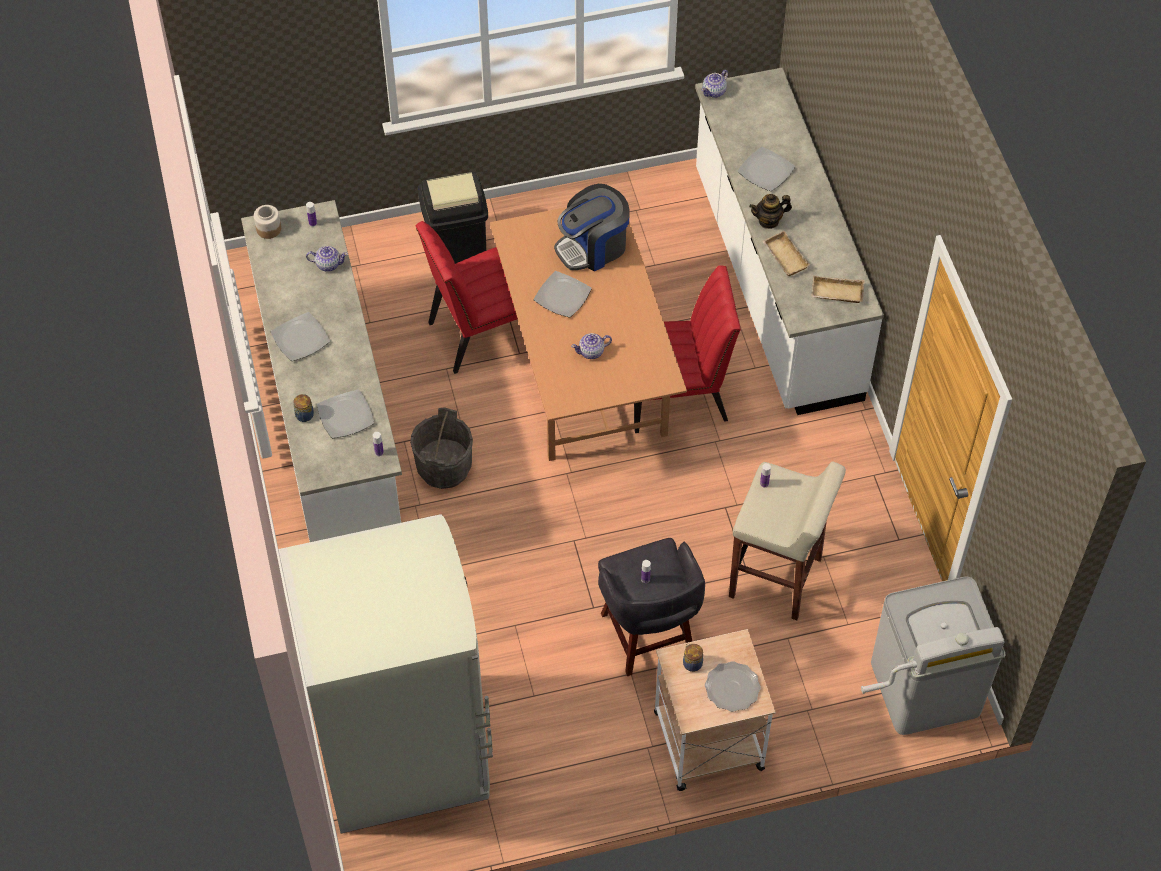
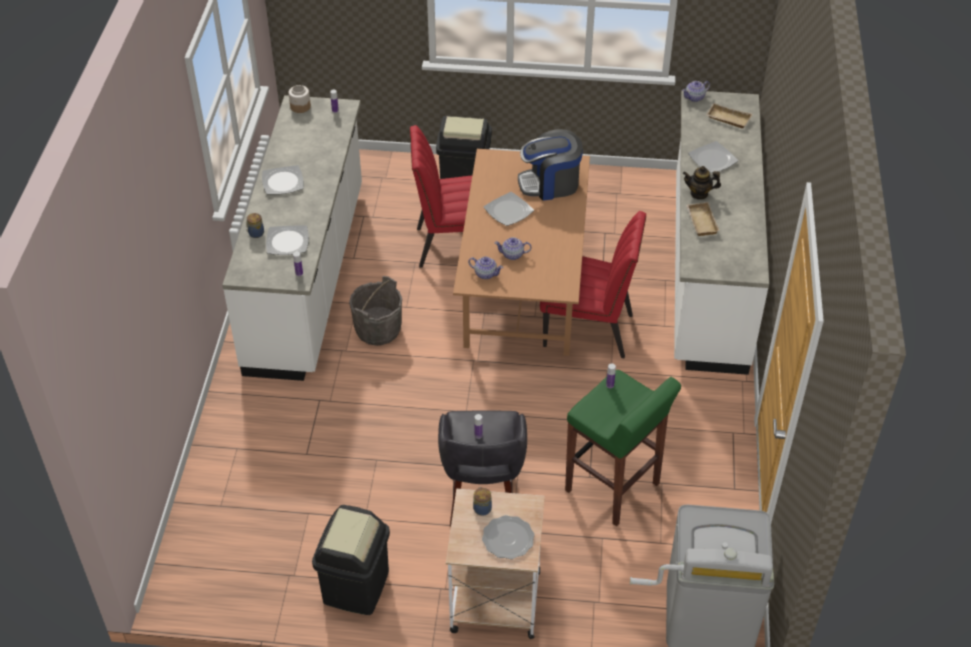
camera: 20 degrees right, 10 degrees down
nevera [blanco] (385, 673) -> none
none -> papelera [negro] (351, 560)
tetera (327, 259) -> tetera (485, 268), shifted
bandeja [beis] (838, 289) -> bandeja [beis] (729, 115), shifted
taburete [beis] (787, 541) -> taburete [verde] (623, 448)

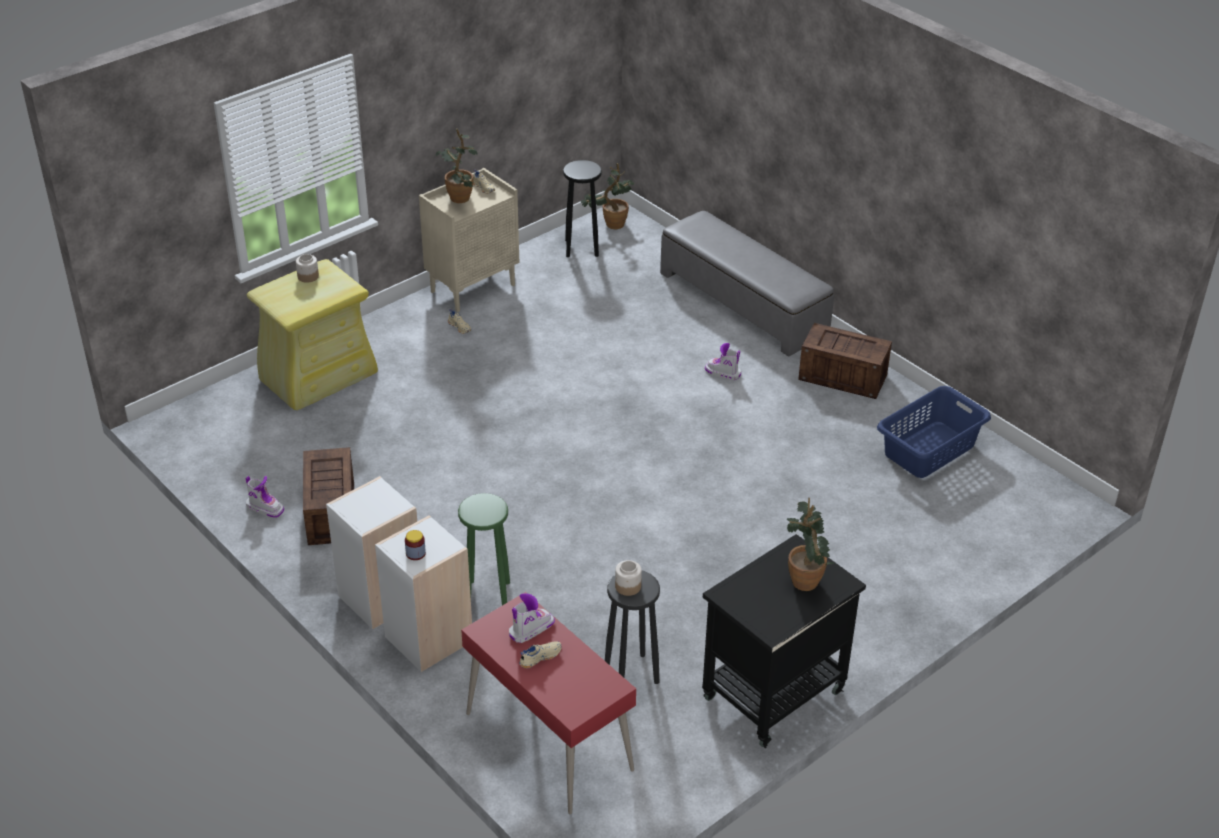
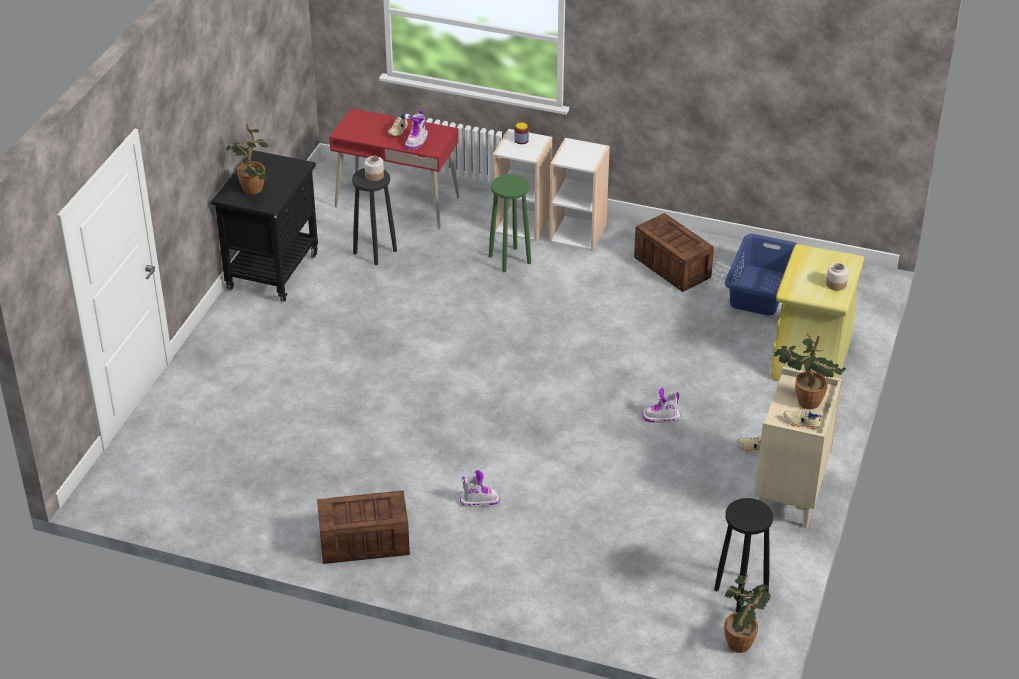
camera: 150 degrees right, 0 degrees up
banco [gris] (747, 283) -> none
bota (265, 497) -> bota (661, 405), shifted
cesto de la ropa [azul] (934, 432) -> cesto de la ropa [azul] (761, 275), shifted

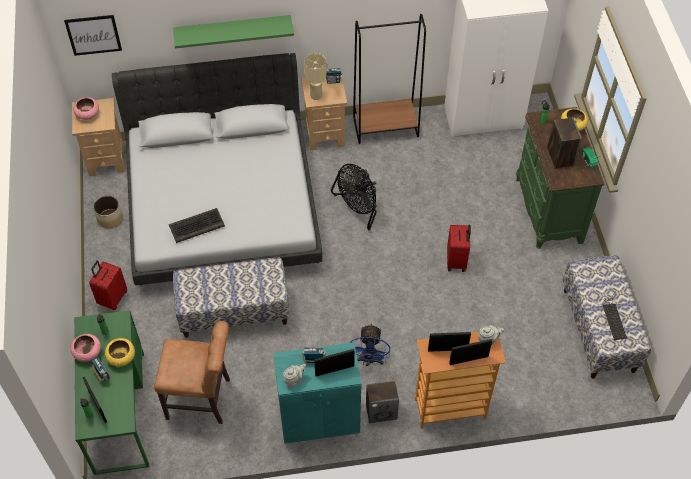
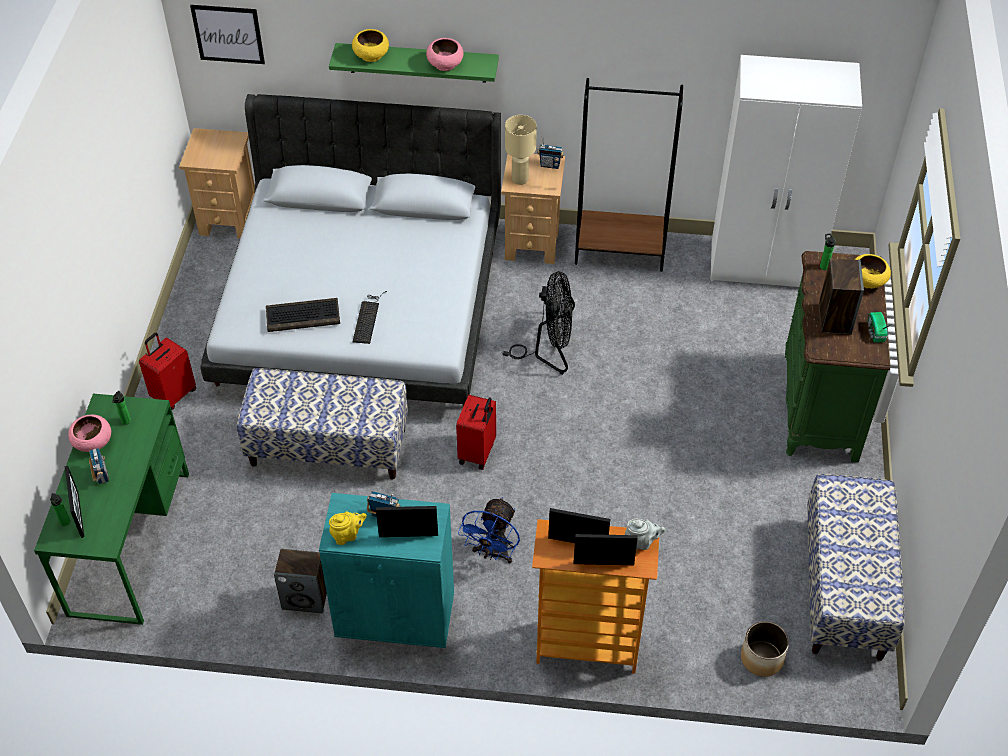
camera: 15 degrees right, 5 degrees down
silla [marrón] (192, 372) -> none
cuenco [rosa] (86, 108) -> cuenco [rosa] (445, 54), shifted
maceta (108, 212) -> maceta (765, 649), shifted
cuenco [amarillo] (120, 352) -> cuenco [amarillo] (370, 45), shifted
altavoz (382, 402) -> altavoz (300, 581), shifted
maleta [rojo] (459, 248) -> maleta [rojo] (476, 432), shifted
teclado (615, 316) -> teclado (370, 317), shifted
tetera [gris] (294, 376) -> tetera [amarillo] (348, 528)
ventilador [negro] (354, 197) -> ventilador [negro] (539, 323), 150 degrees counterclockwise

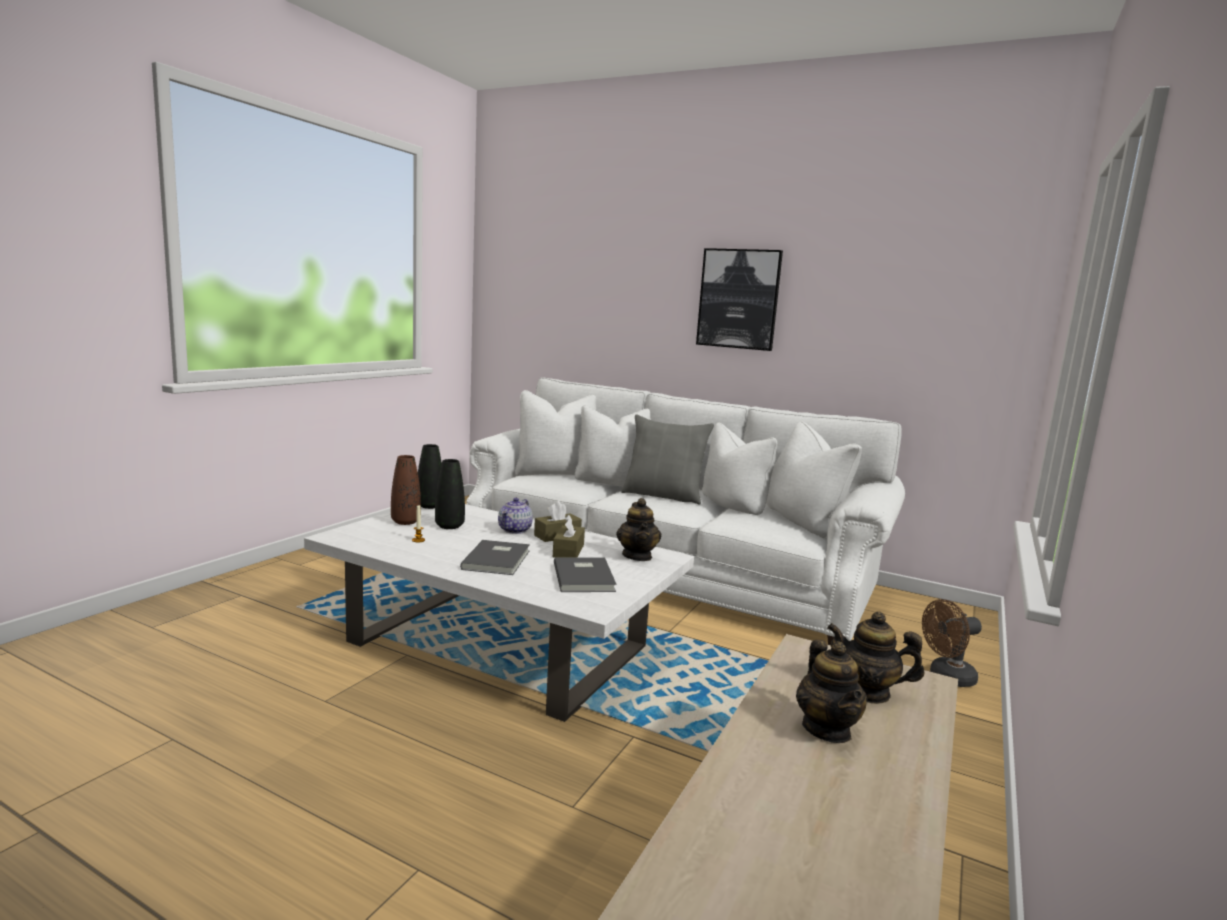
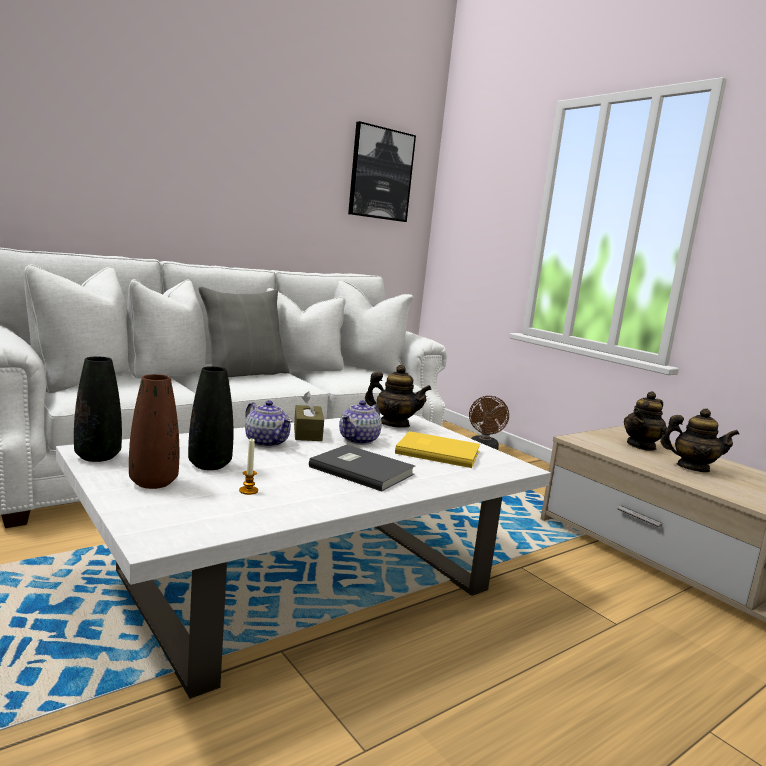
camera: 65 degrees left, 0 degrees up
cuadro (739, 299) -> cuadro (382, 171), shifted
caja de pañuelos [marrón] (569, 536) -> tetera (360, 422)
libro [gris] (585, 574) -> libro [amarillo] (437, 449)

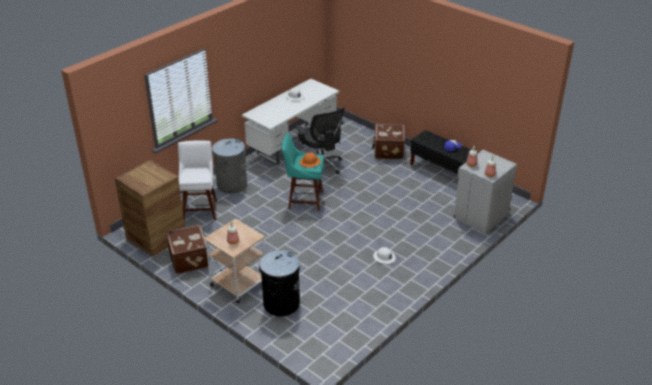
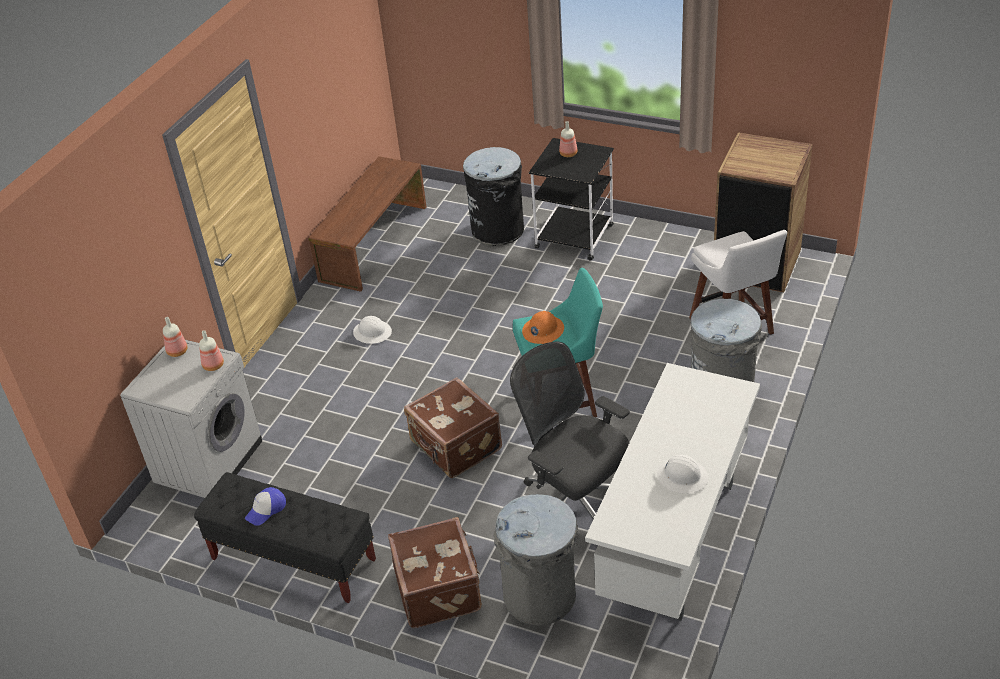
camera: 165 degrees right, 5 degrees up
none -> banco [marrón] (367, 224)
none -> papelera [gris] (536, 559)
maleta [marrón] (187, 249) -> maleta [marrón] (453, 427), shifted
carrito [beis] (234, 261) -> carrito [negro] (571, 199)

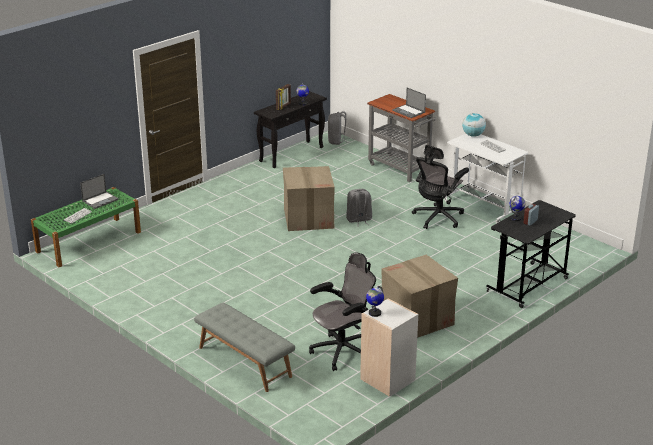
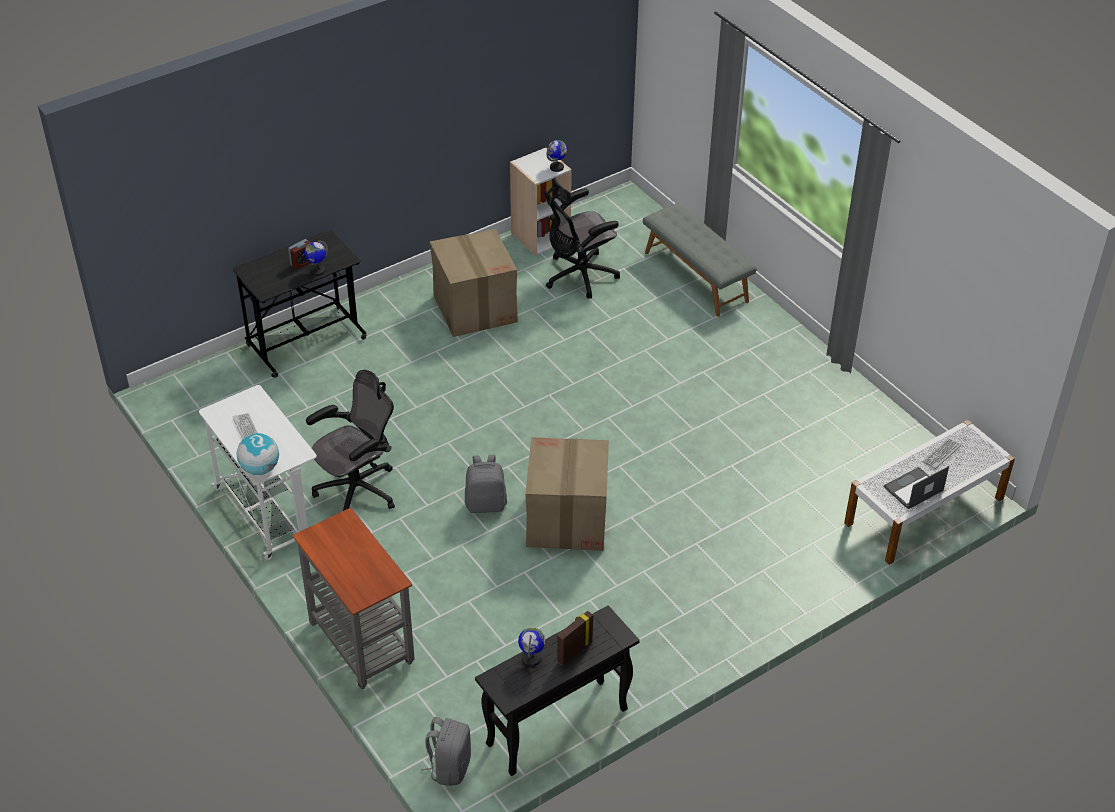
camera: 170 degrees left, 15 degrees up
portátil (409, 103) -> none
banco [verde] (86, 227) -> banco [blanco] (929, 492)

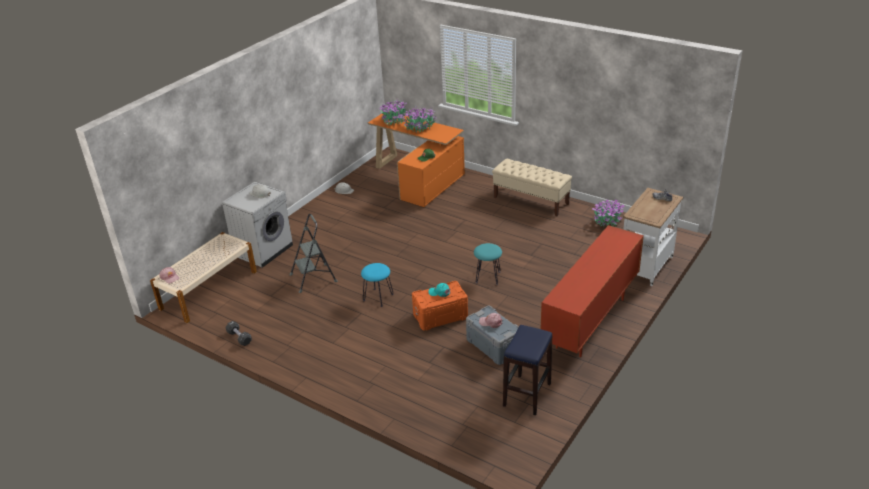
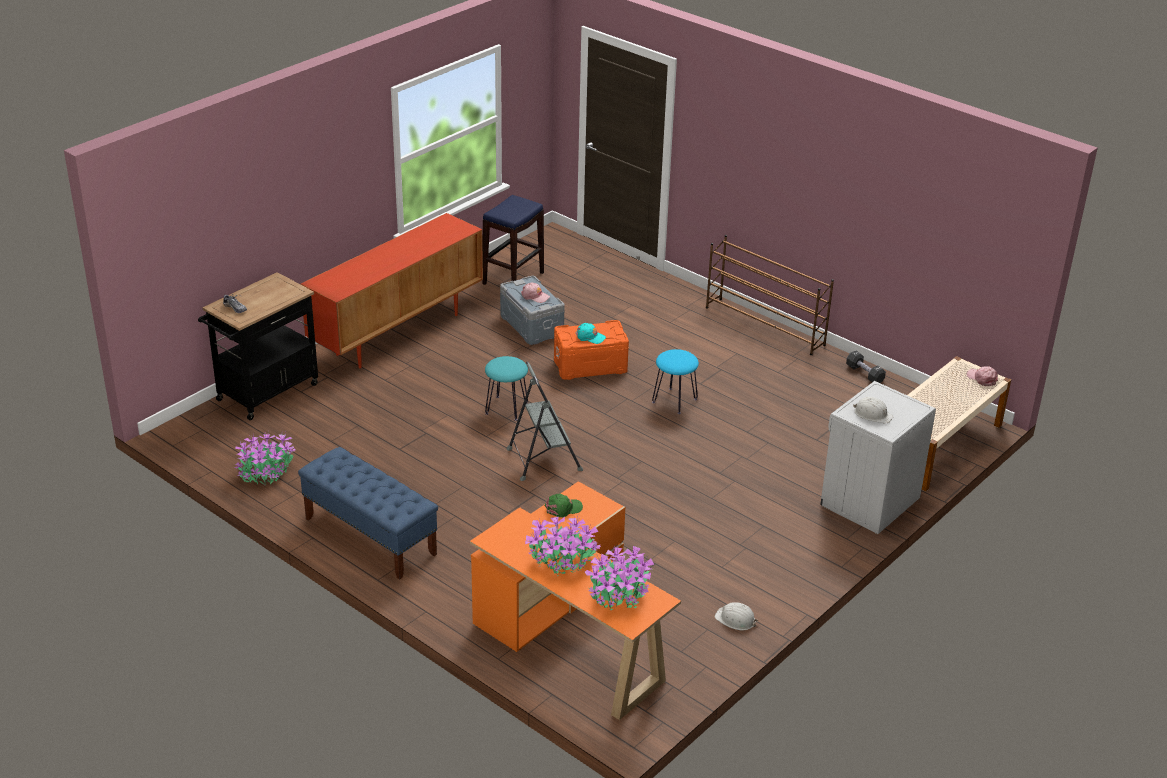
camera: 175 degrees left, 0 degrees up
none -> zapatero [marrón] (770, 295)
escalera de tijera [gris] (313, 253) -> escalera de tijera [gris] (544, 421), shifted
banco [beis] (532, 187) -> banco [azul] (368, 513)
carrito [blanco] (653, 237) -> carrito [negro] (258, 346)

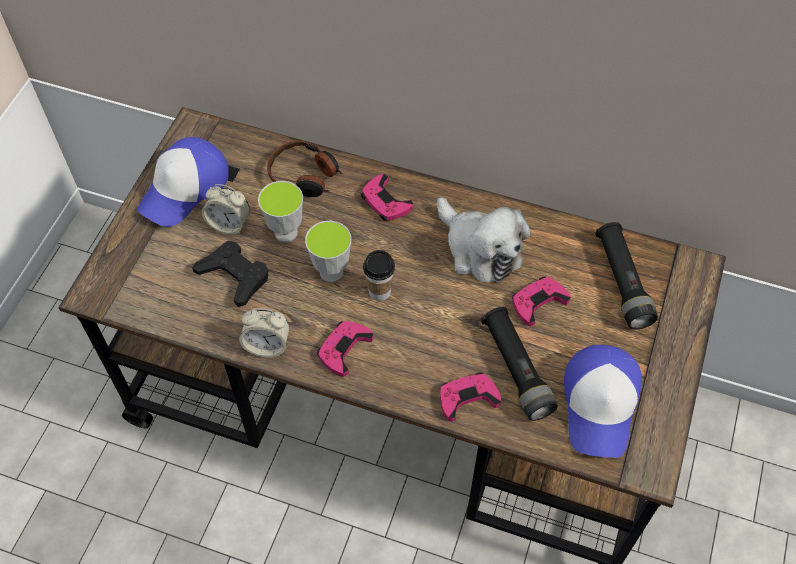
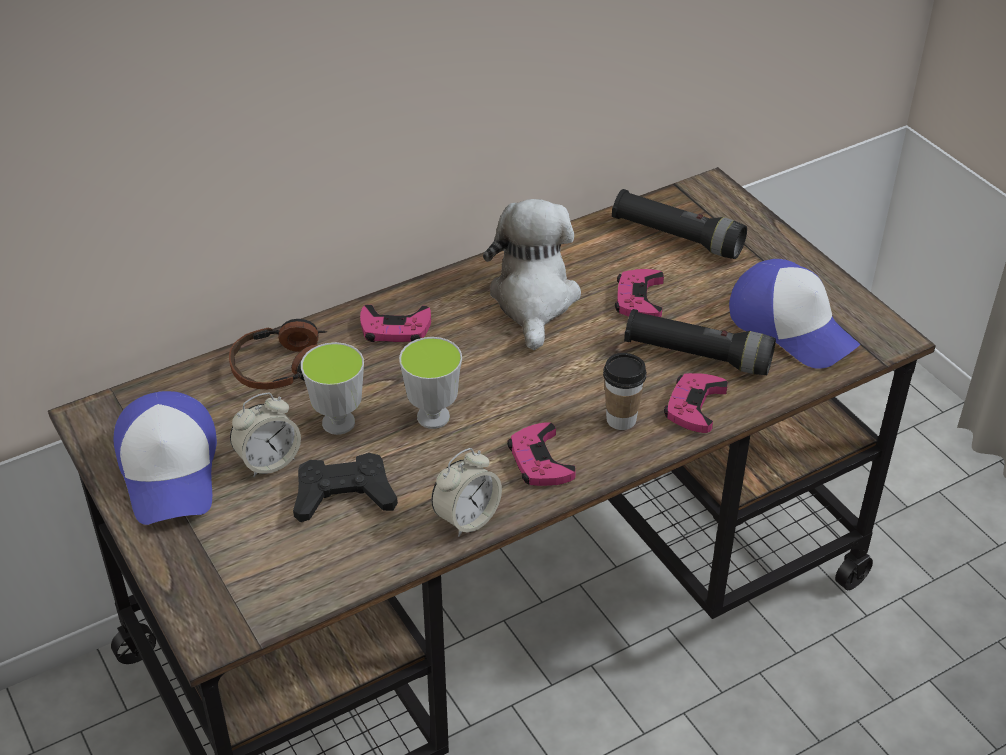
camera: 50 degrees left, 15 degrees down
taza (379, 275) -> taza (625, 391), shifted
peluche (483, 240) -> peluche (532, 274), 90 degrees counterclockwise

